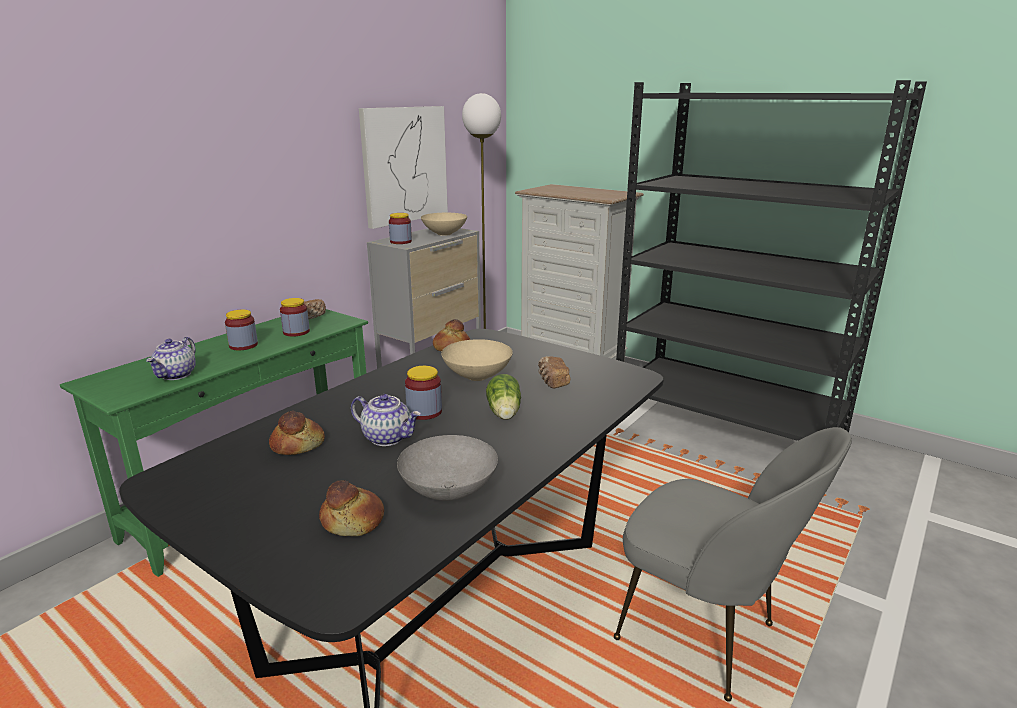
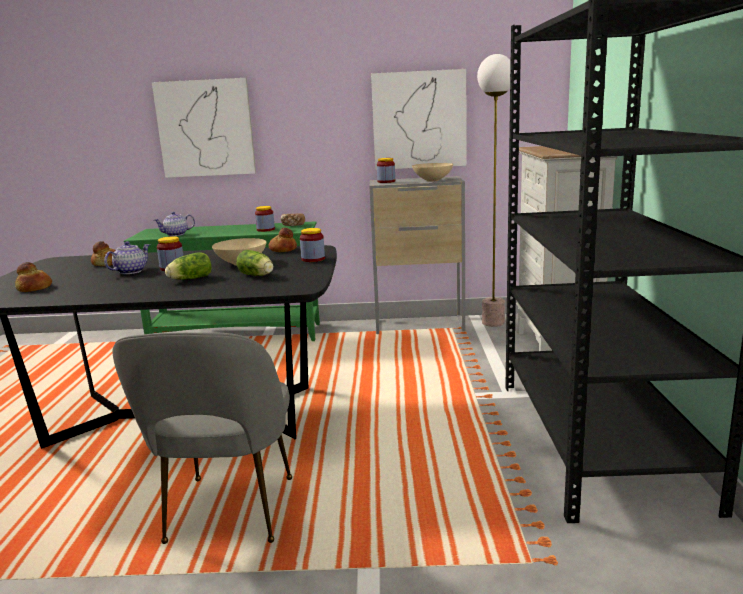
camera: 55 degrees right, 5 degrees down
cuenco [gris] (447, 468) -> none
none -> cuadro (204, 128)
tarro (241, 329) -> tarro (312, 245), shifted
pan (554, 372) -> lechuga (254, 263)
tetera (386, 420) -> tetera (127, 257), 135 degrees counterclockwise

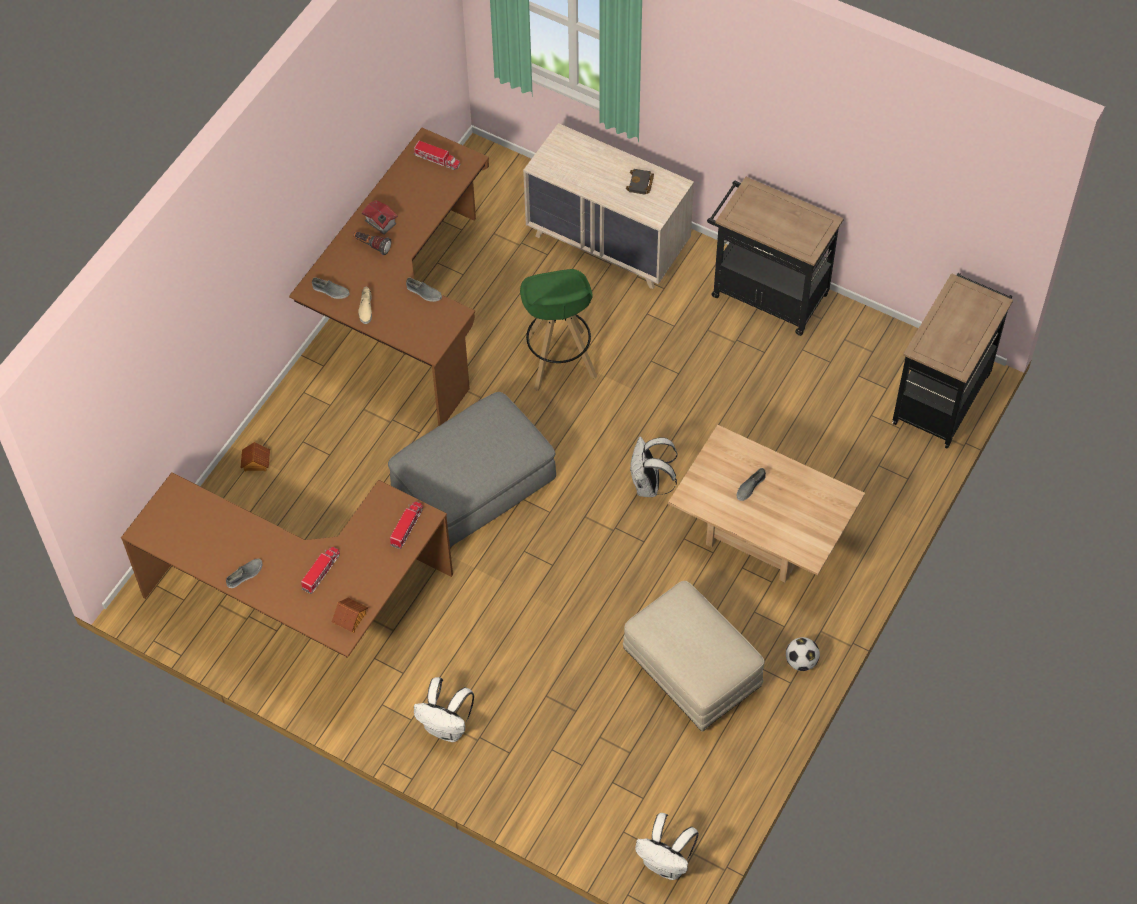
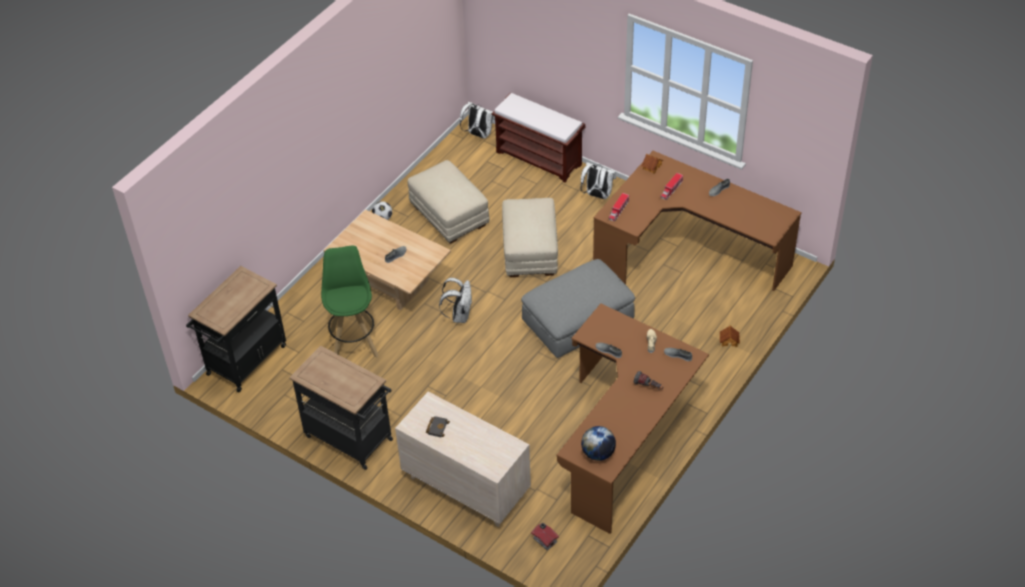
camera: 175 degrees left, 10 degrees down
none -> banco [marrón] (539, 138)
none -> puf [beis] (530, 237)
casita (380, 217) -> casita (545, 537), shifted
taburete [verde] (558, 330) -> taburete [verde] (350, 301), shifted
camión de juguete (437, 155) -> globo terráqueo (598, 443)

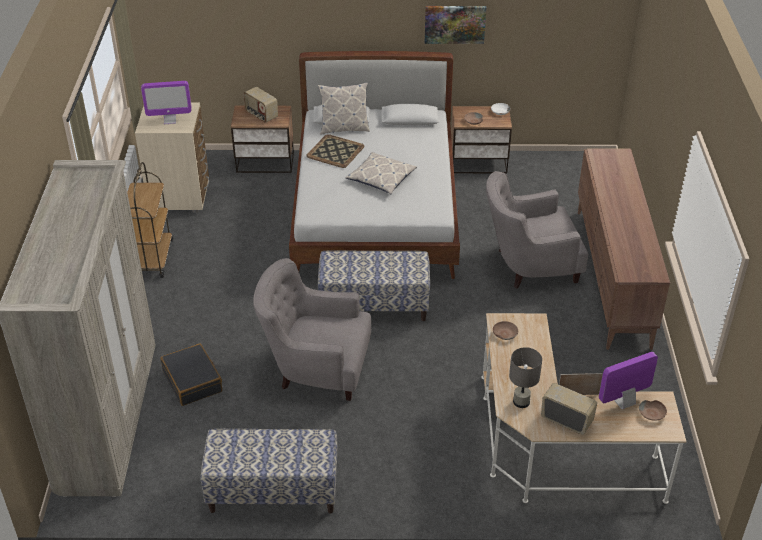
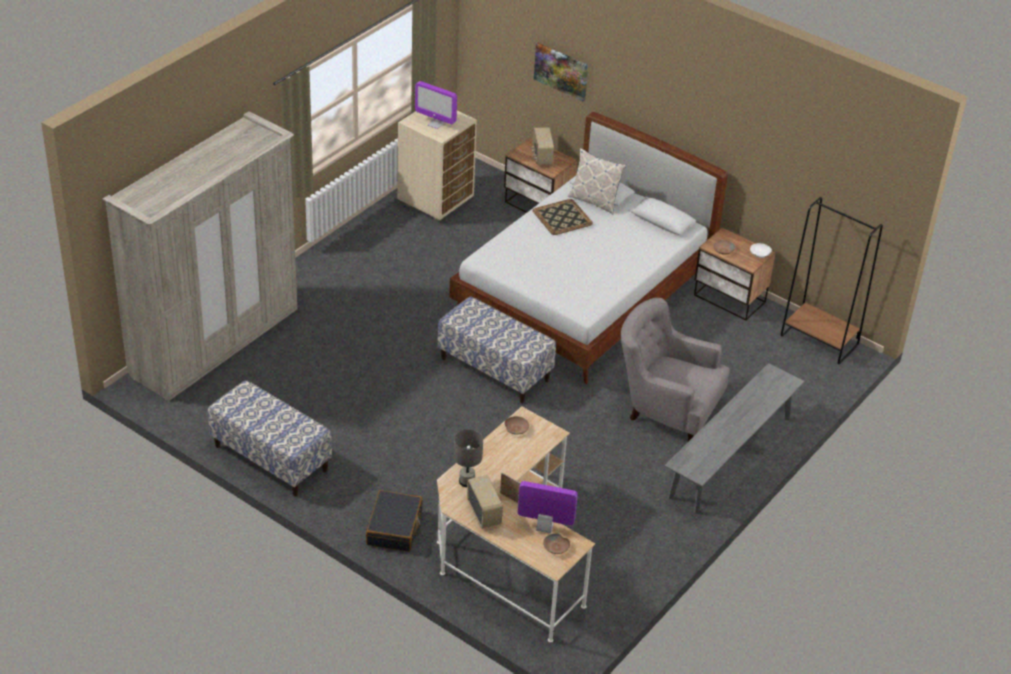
camera: 35 degrees right, 0 degrees up
carrito [marrón] (150, 220) -> none
sillón [gris] (312, 329) -> none
cojín (381, 173) -> none
none -> perchero (832, 280)
maleta [negro] (191, 374) -> maleta [negro] (394, 521), shifted
cuadro (455, 25) -> cuadro (561, 72), shifted
armario [marrón] (624, 249) -> banco [gris] (734, 438)

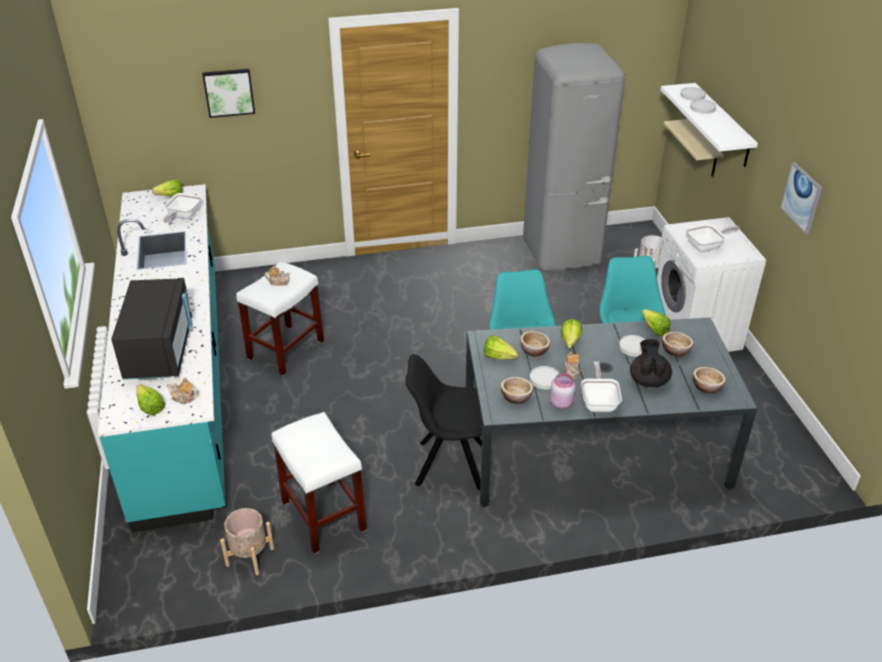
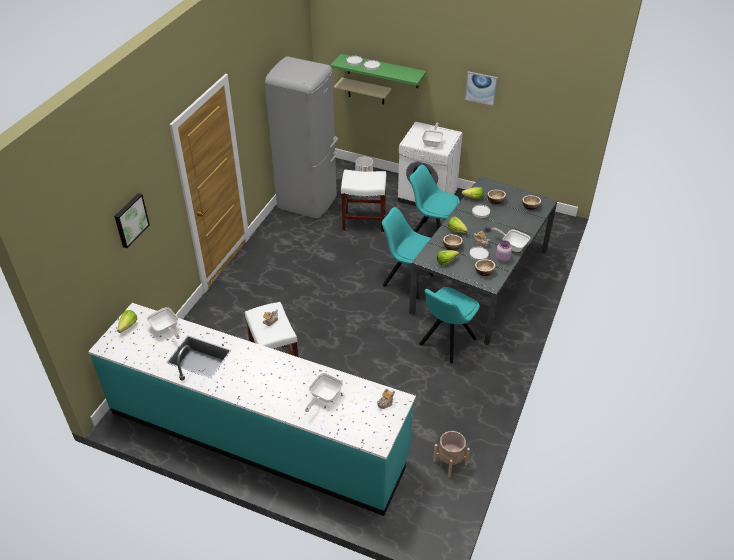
camera: 55 degrees left, 5 degrees up
lechuga (150, 399) -> none
tetera [negro] (651, 363) -> none
taburete [blanco] (319, 483) -> taburete [blanco] (363, 201), shifted
microondas [negro] (151, 329) -> sartén (324, 392)
silla [negro] (444, 422) -> silla [turquesa] (449, 325)
estante [blanco] (709, 125) -> estante [verde] (378, 71)

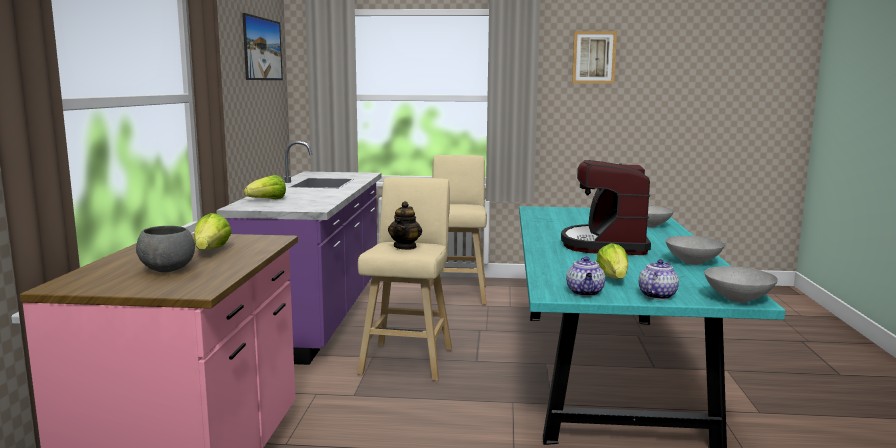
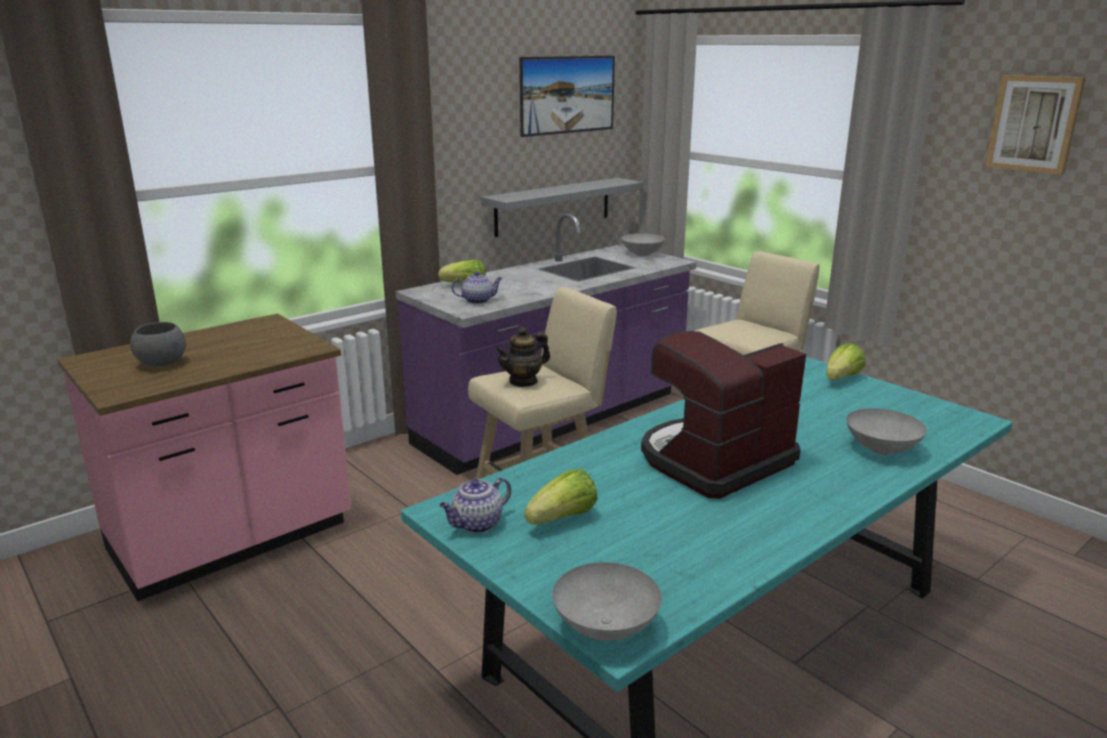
camera: 45 degrees right, 10 degrees up
none -> estante [gris] (562, 207)
lechuga (213, 231) -> lechuga (845, 361), shifted
tetera (659, 279) -> tetera (476, 287), shifted
cuenco [gris] (695, 250) -> cuenco [gris] (643, 244), shifted

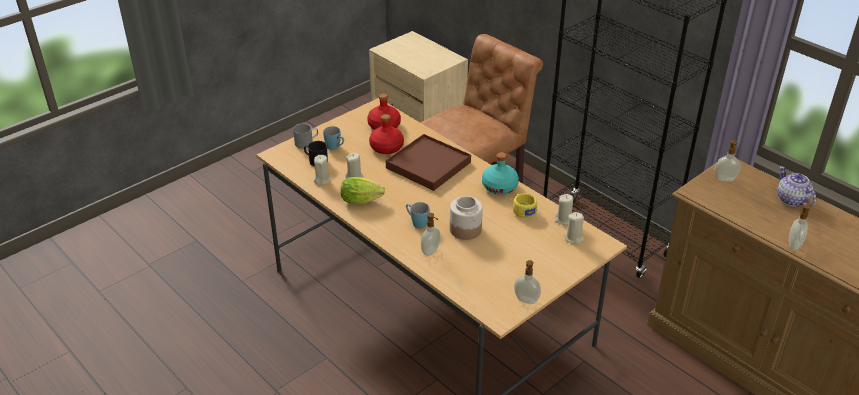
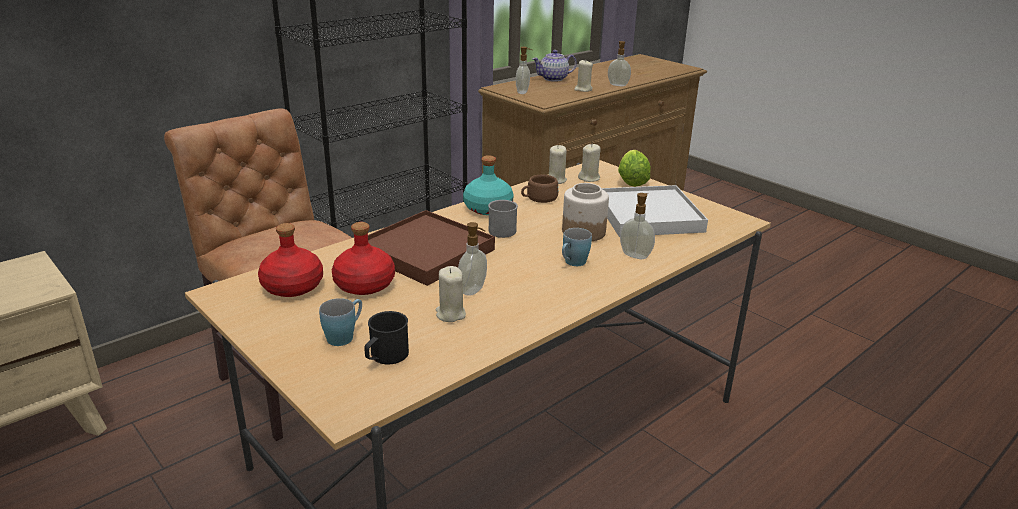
camera: 90 degrees left, 10 degrees down
none -> bandeja [blanco] (654, 211)
taza grande [gris] (305, 136) -> taza grande [gris] (503, 219), shifted
vela [beis] (322, 170) -> vela [beis] (583, 76), shifted
lechuga (362, 190) -> lechuga (634, 168), shifted
dispensador de jabón (527, 282) -> dispensador de jabón (472, 259), shifted
taza [amarillo] (525, 205) -> taza [marrón] (539, 189)

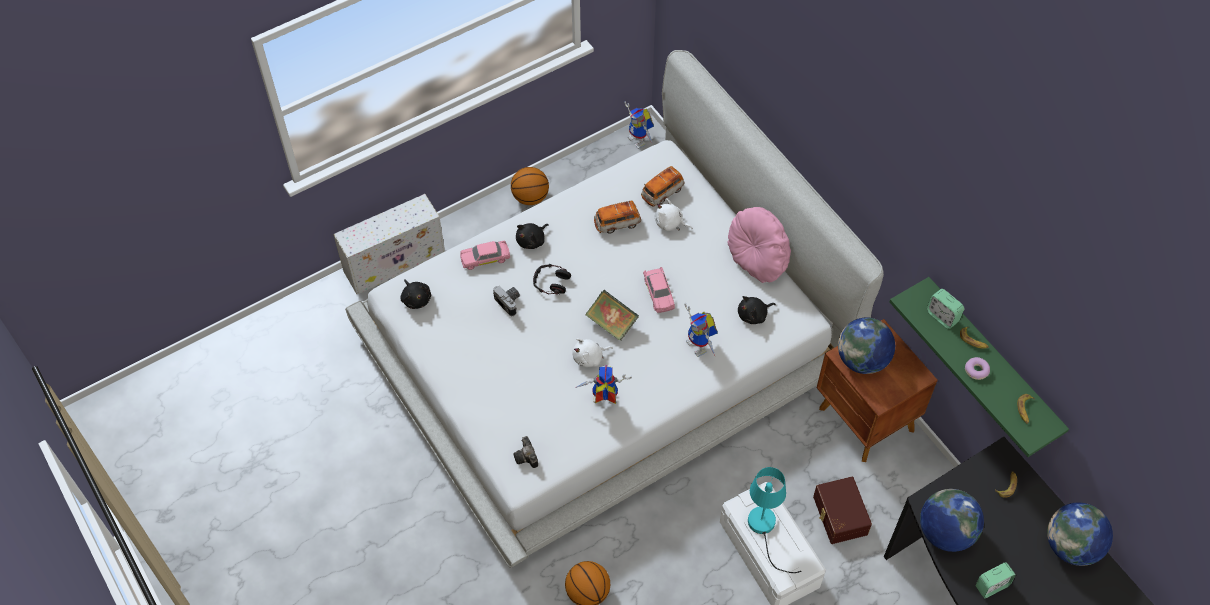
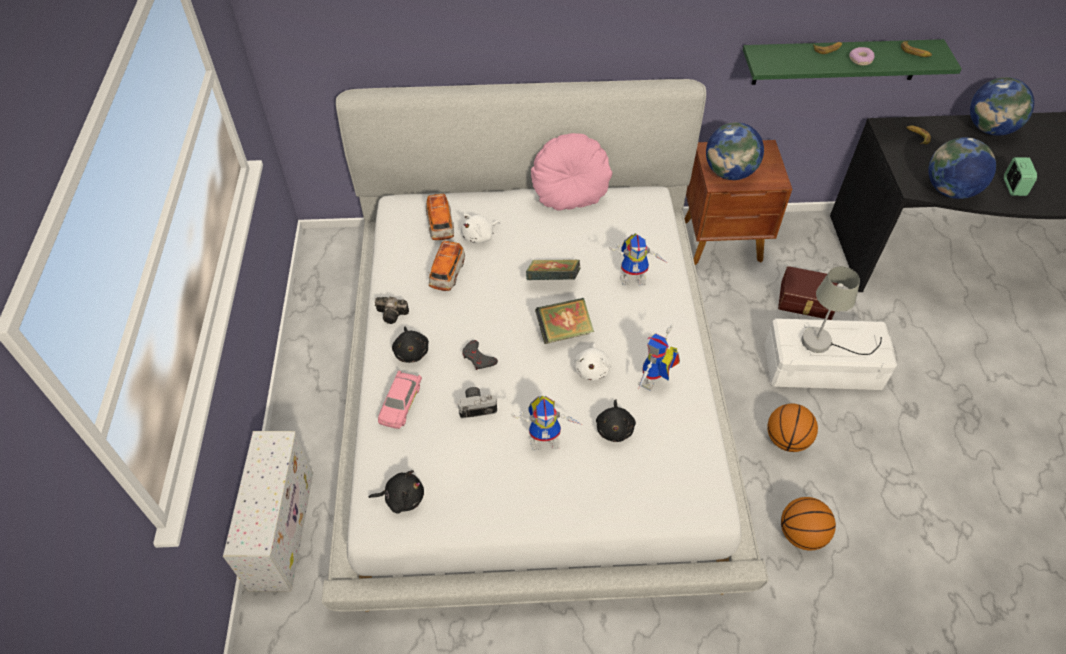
camera: 60 degrees left, 5 degrees down
despertador (945, 309) -> none
balón de baloncesto (530, 186) -> balón de baloncesto (792, 428), shifted
cámara (526, 452) -> cámara (392, 310), shifted
robot de juguete (639, 125) -> robot de juguete (547, 422), shifted
peluche [negro] (757, 310) -> peluche [negro] (616, 420), shifted
auriculares (552, 279) -> mando de consola [gris] (480, 355)
coche de juguete [rosa] (659, 290) -> libro (553, 269)
lámpara de mesa [turquesa] (775, 520) -> lámpara de mesa [gris] (841, 310)

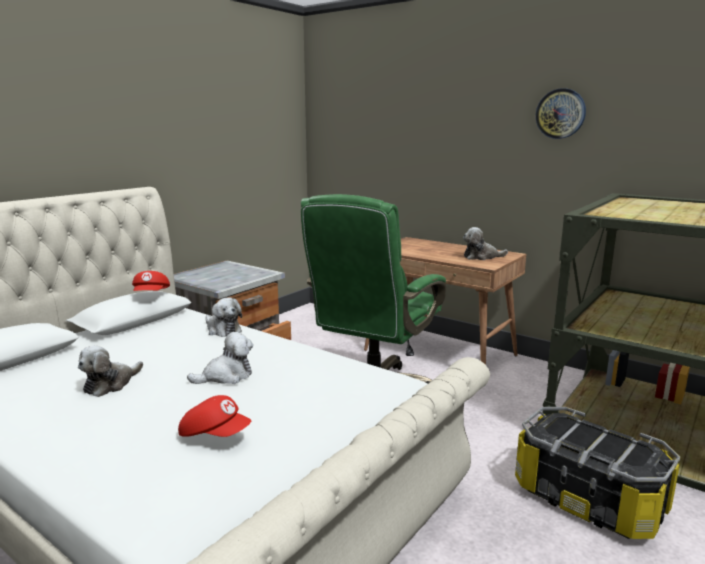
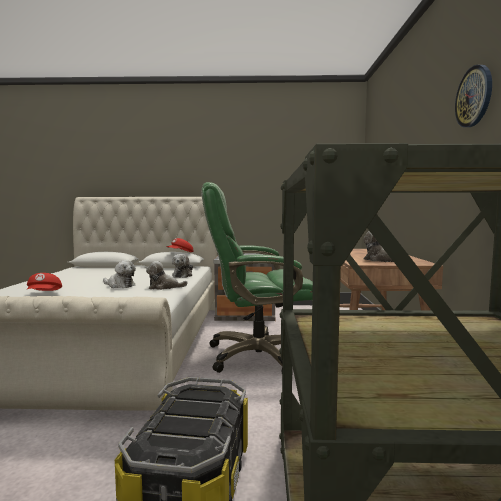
camera: 55 degrees right, 10 degrees down
peluche (110, 371) -> peluche (167, 275), shifted

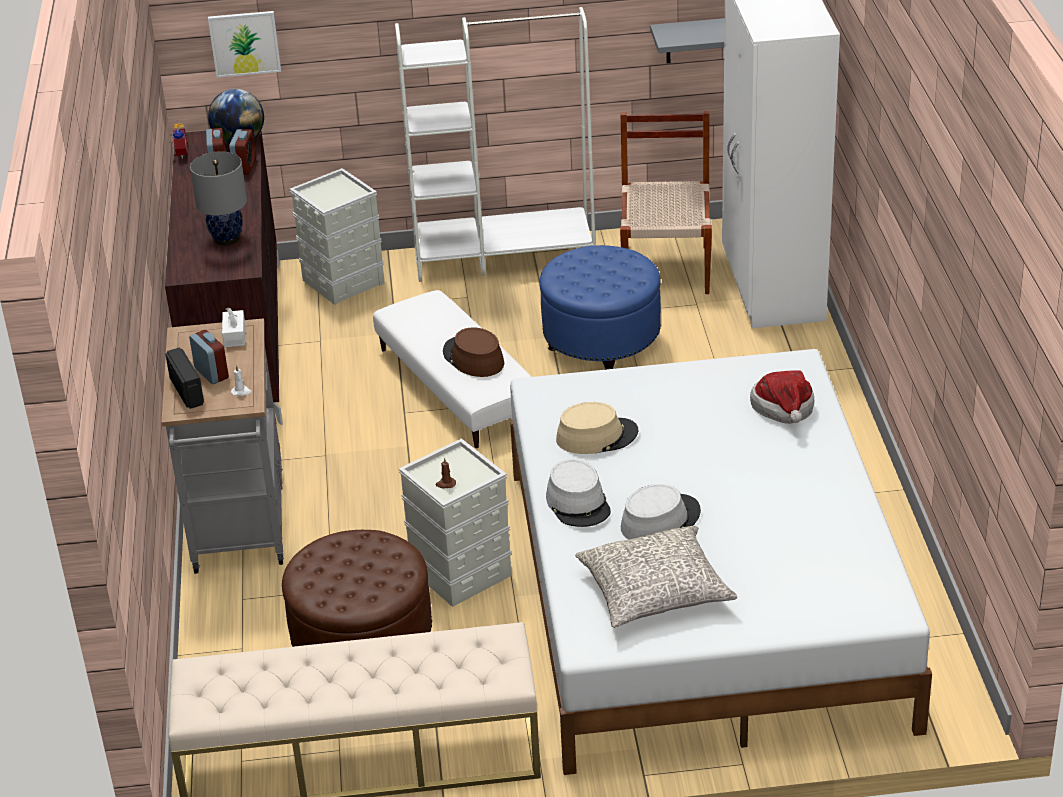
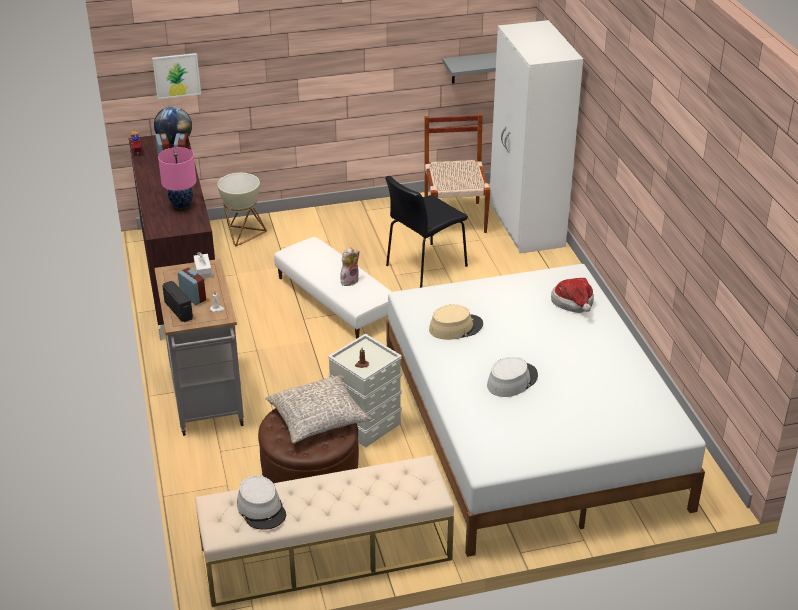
camera: 10 degrees left, 0 degrees up
perchero [blanco] (495, 144) -> none
sombrero [gris] (578, 493) -> sombrero [gris] (261, 502), shifted
cojín [gris] (656, 577) -> cojín [gris] (318, 409), shifted
caja de almacenaje [gris] (337, 236) -> maceta (242, 209)
sombrero [marrón] (473, 352) -> peluche (350, 267)
puf [azul] (600, 307) -> silla [negro] (426, 232)
lámpara de mesa [gris] (218, 198) -> lámpara de mesa [rosa] (177, 179)

